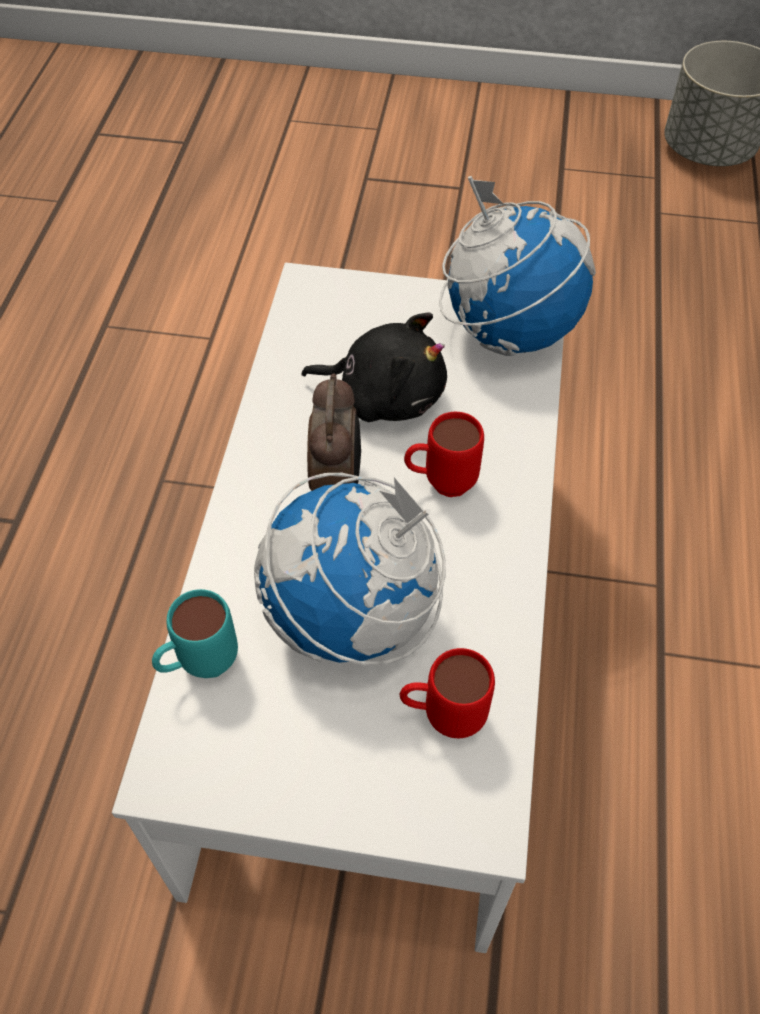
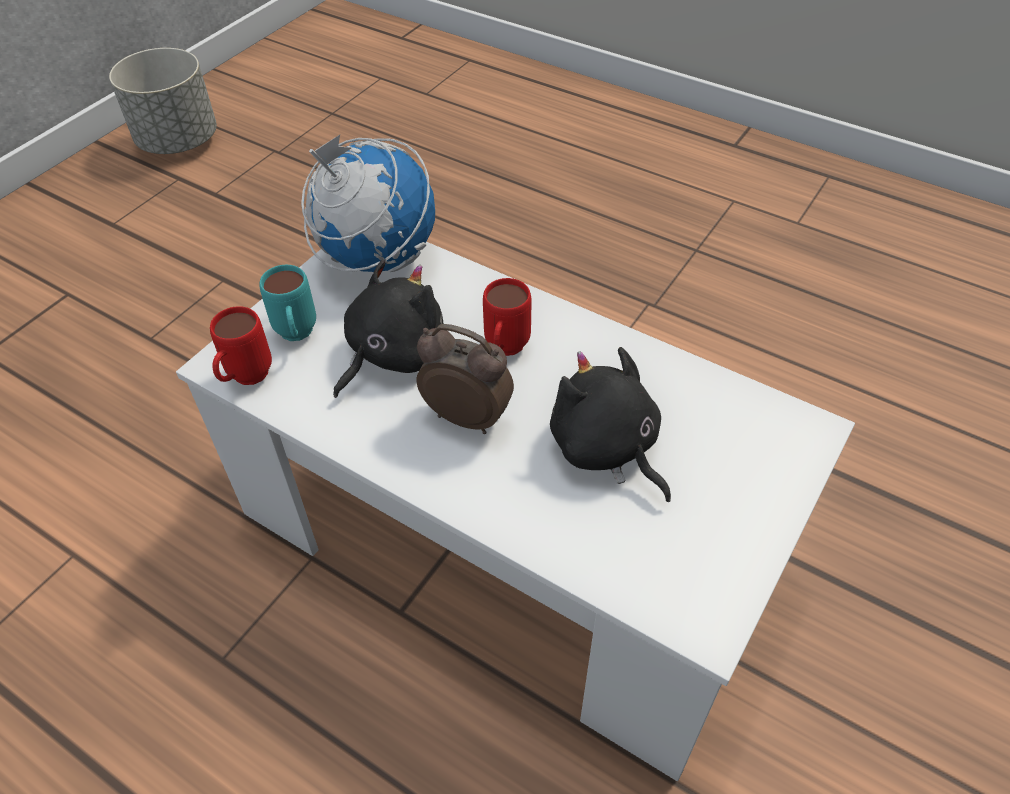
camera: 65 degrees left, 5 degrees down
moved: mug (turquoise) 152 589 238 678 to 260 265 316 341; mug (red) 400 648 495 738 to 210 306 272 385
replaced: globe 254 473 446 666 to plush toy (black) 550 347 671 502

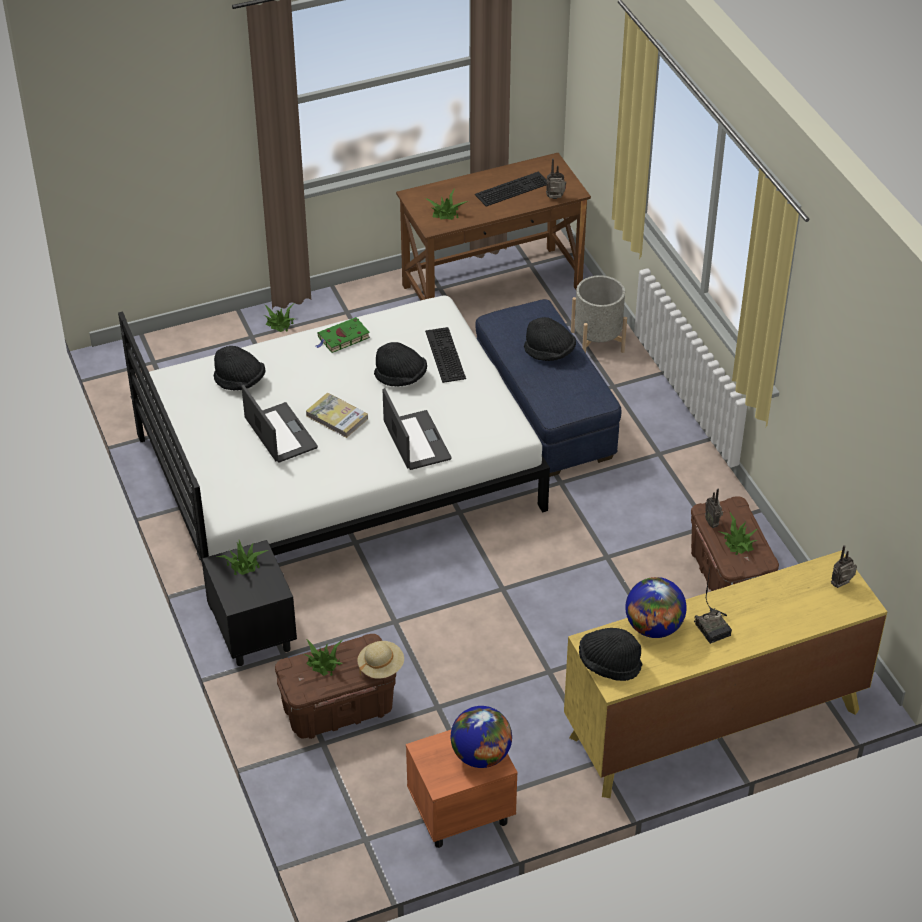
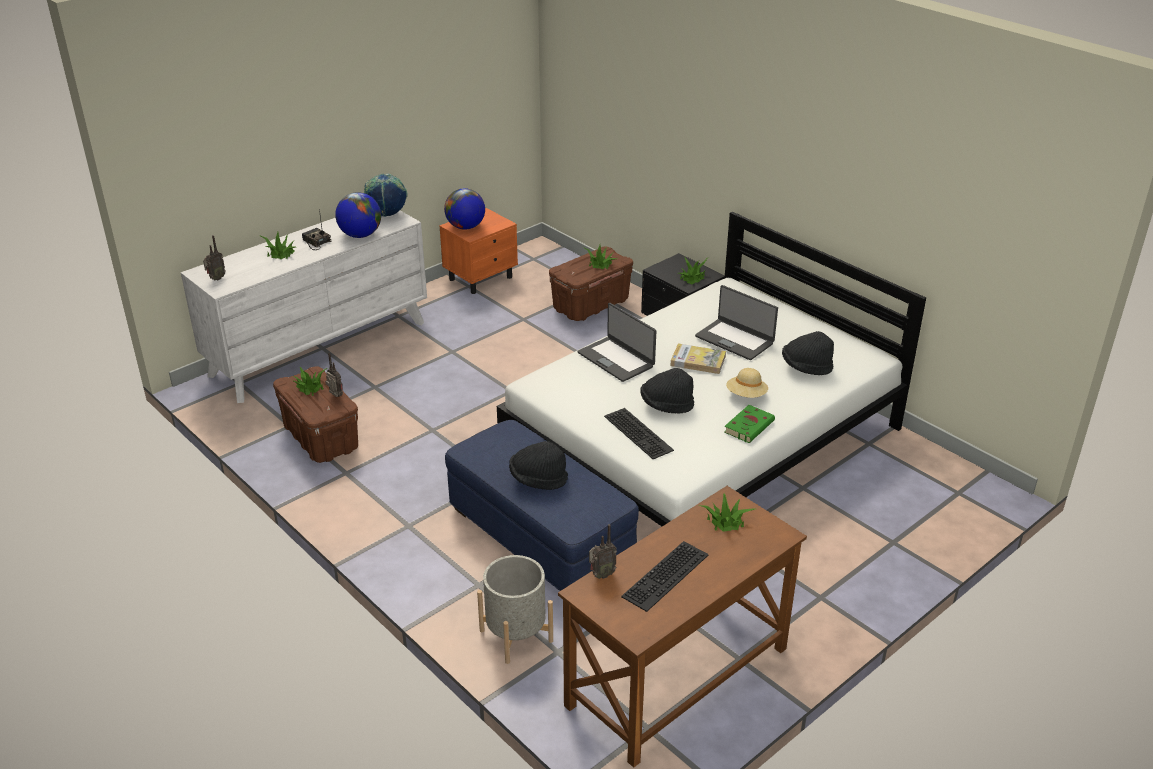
camera: 160 degrees right, 10 degrees down
moved: potted plant 263 303 295 332 to 259 232 296 259; hat (beige) 357 641 404 679 to 726 368 768 398
replaced: hat (black) 579 628 642 681 to globe 364 174 408 217
recoloured: dresser (yellow) 564 550 887 798 to dresser (white) 181 210 427 403

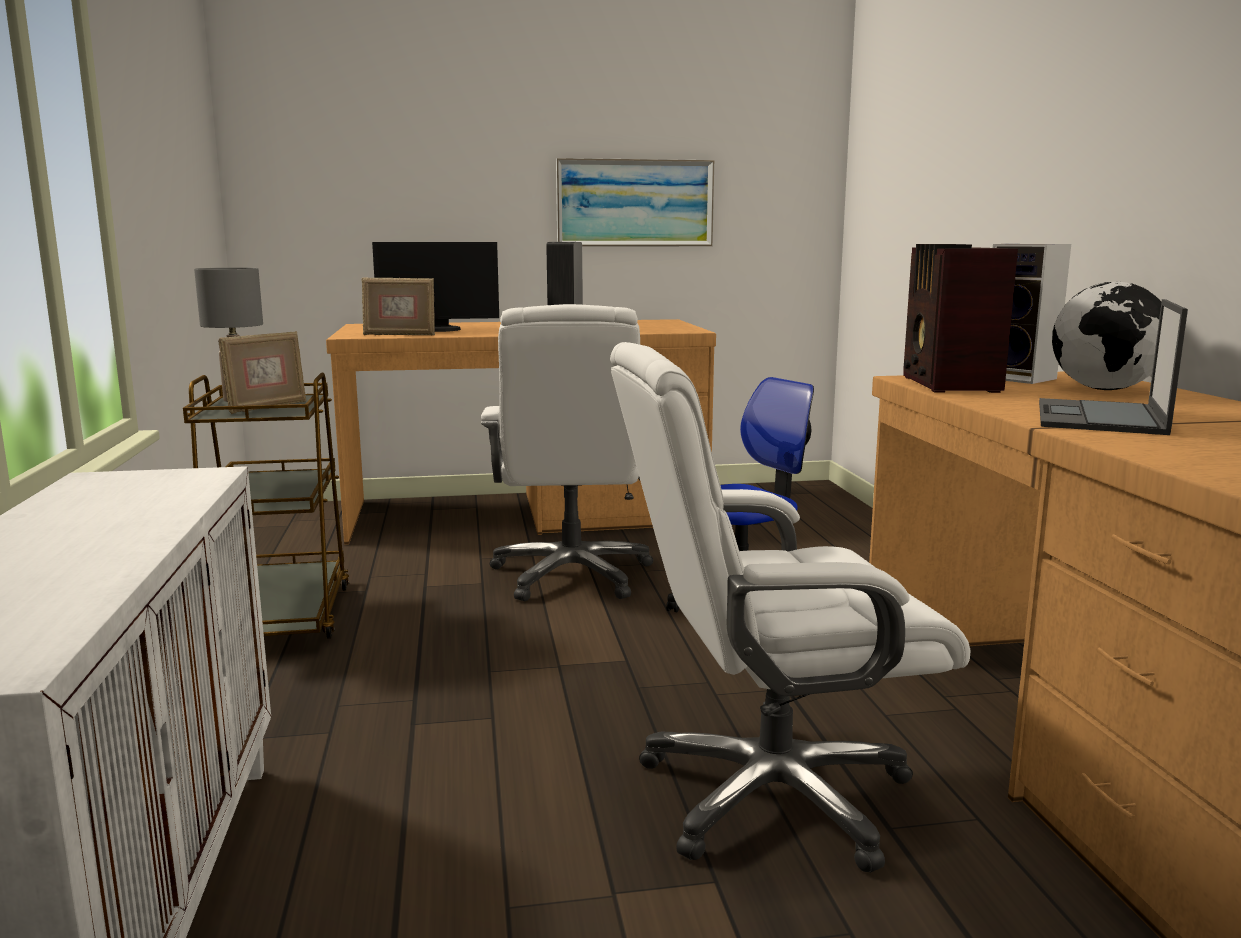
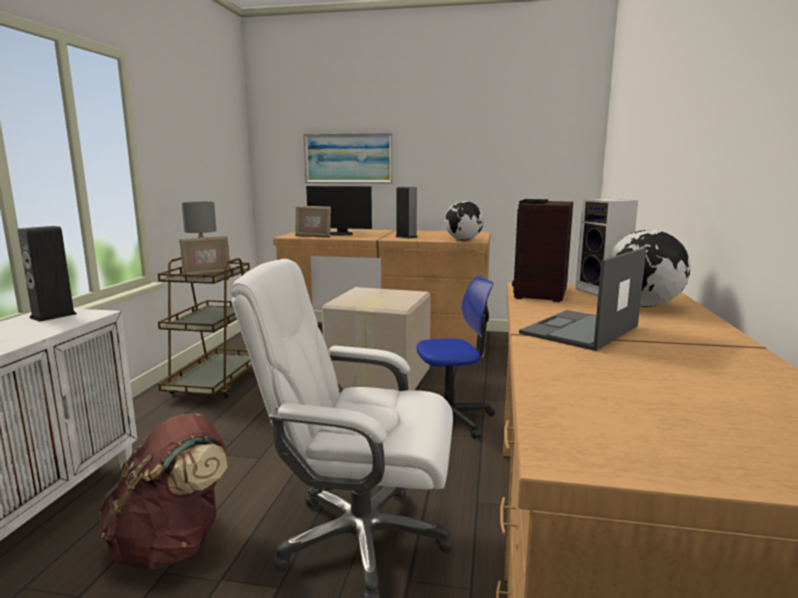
camera: 20 degrees right, 0 degrees up
added: speaker 18 226 77 322; backpack (brown) 99 413 227 569; globe 445 201 483 240
moved: picture 556 158 715 247 to 304 133 393 183
replaced: office chair (white) 481 304 653 601 to cardboard box 322 287 431 391

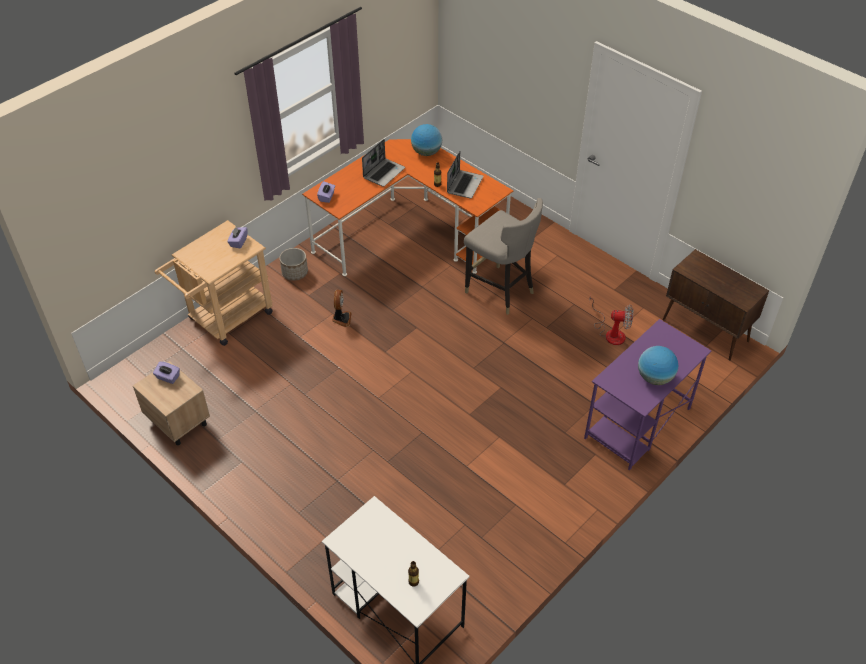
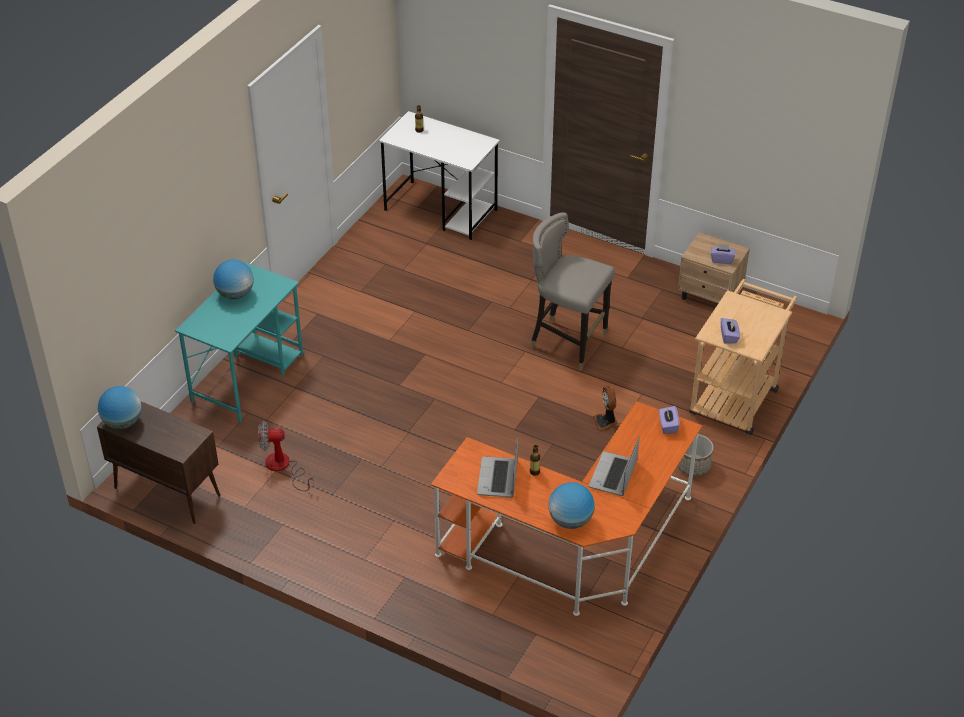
camera: 165 degrees right, 5 degrees down
added: globe 98 386 142 429
moved: stool (grey) 464 198 543 315 to 530 212 615 370
recoloured: desk (purple) 584 319 711 471 to desk (turquoise) 175 262 303 422

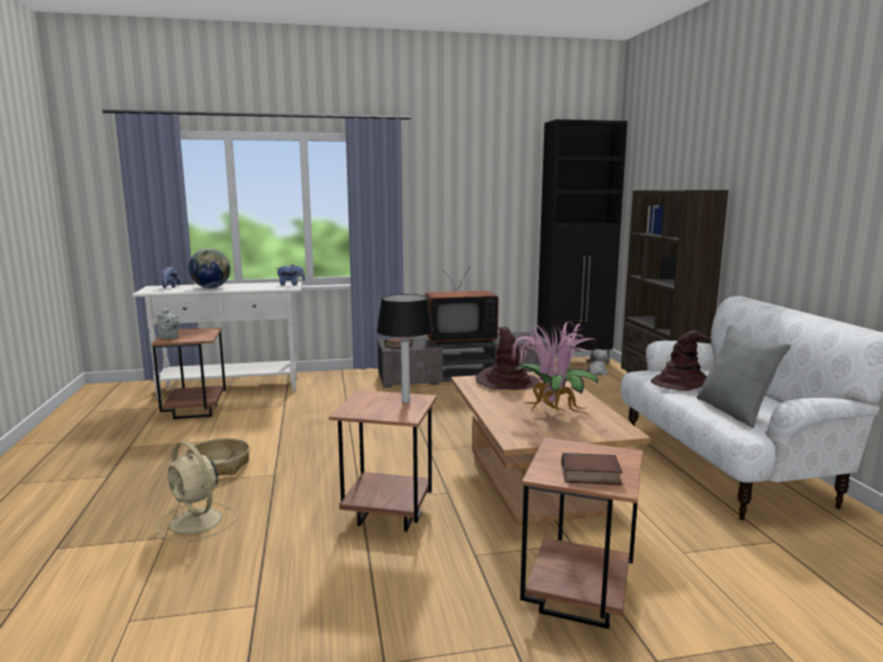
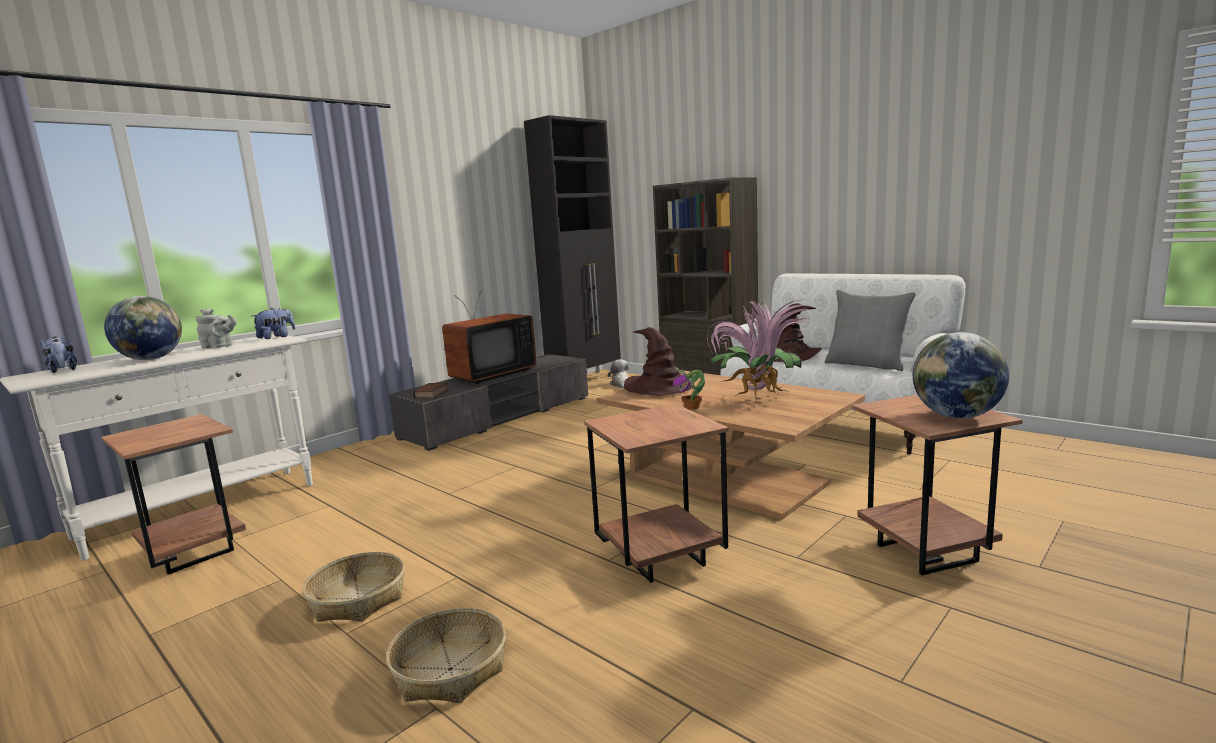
camera: 35 degrees left, 0 degrees up
removed: table lamp 376 294 433 403
added: potted plant 673 367 705 410
moved: teapot (grey) 157 308 180 339 to 195 308 237 348
replaced: fan (beige) 157 442 237 542 to basket 386 608 506 703; book 561 453 623 485 to globe 913 332 1009 419

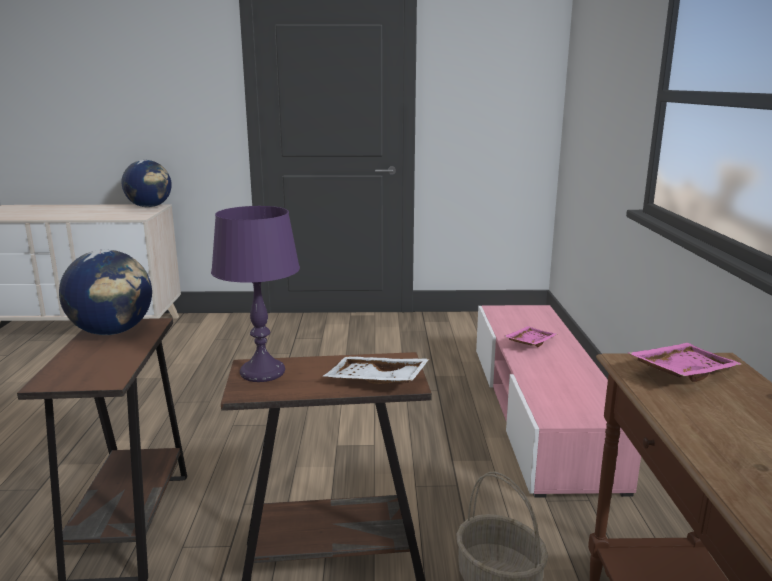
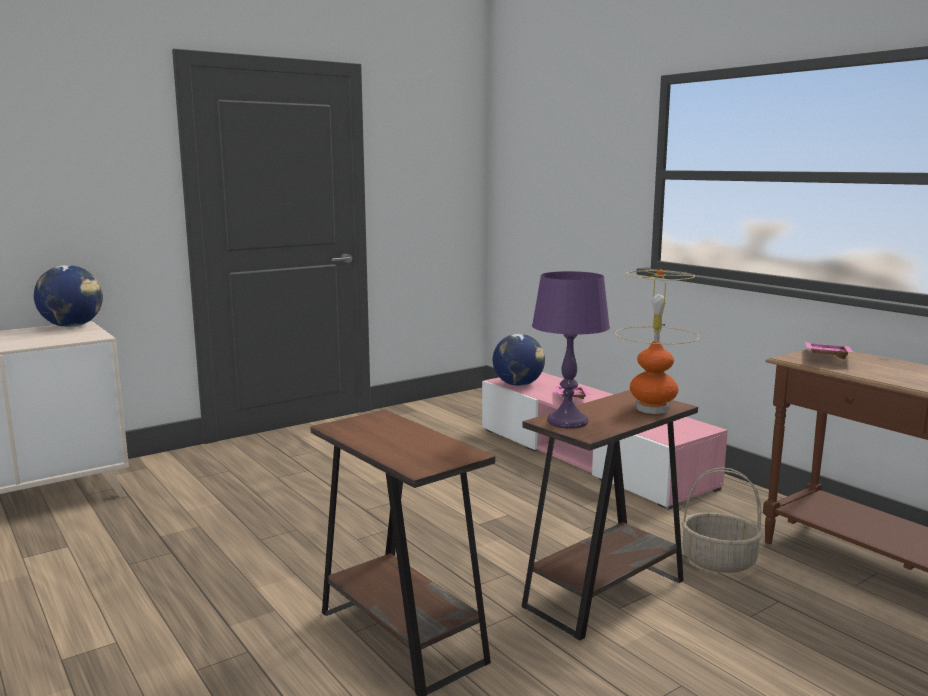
camera: 35 degrees left, 5 degrees down
moved: globe 59 250 152 335 to 493 334 545 386
replaced: tray (white) 323 356 429 384 to table lamp 615 269 699 414

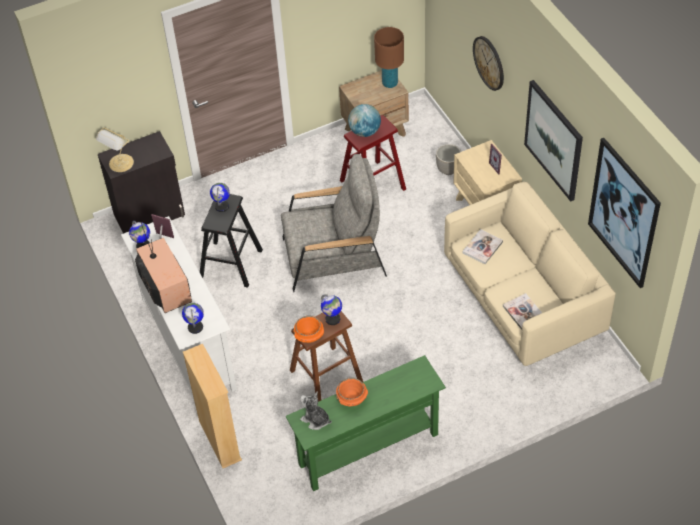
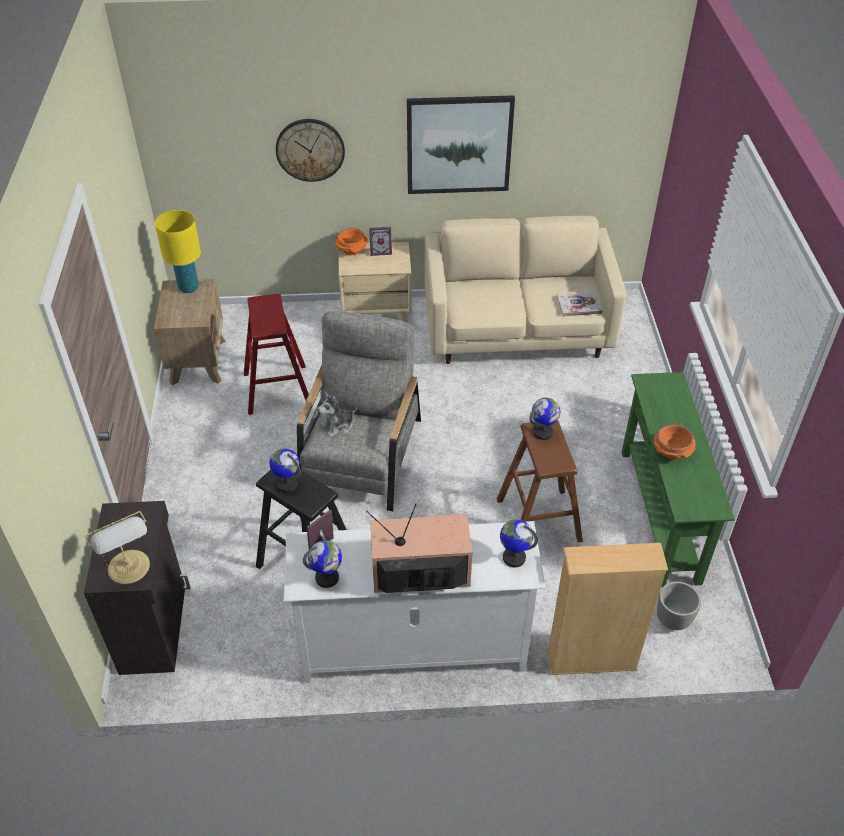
camera: 70 degrees left, 5 degrees down
removed: globe 348 104 381 137; book 463 229 503 264; picture 588 138 661 288
moved: bowl (orange) 293 316 324 343 to 335 228 368 255; plush toy 300 391 332 430 to 317 392 357 437; planter 436 144 461 175 to 657 581 701 630
recoloured: table lamp (brown) 374 27 404 88 to table lamp (yellow) 155 210 201 293

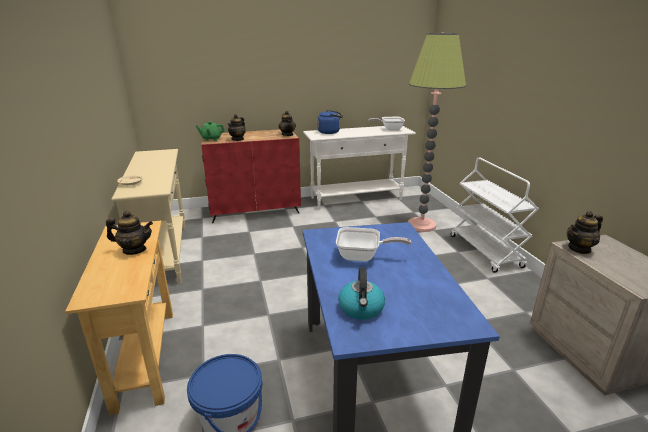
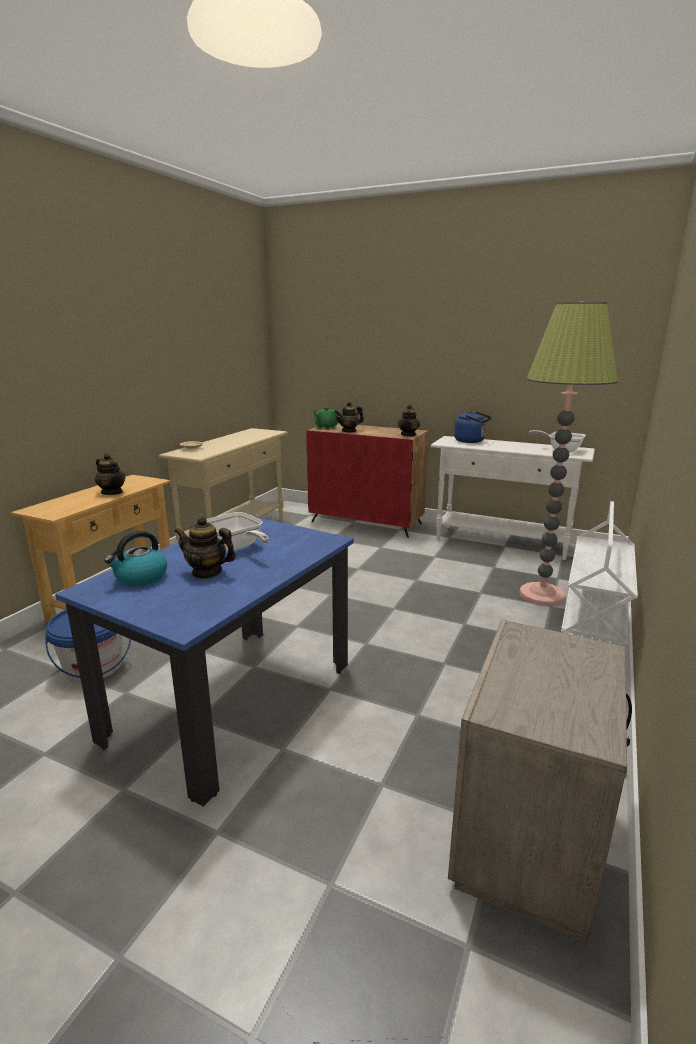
camera: 40 degrees right, 5 degrees down
moved: teapot 567 211 603 254 to 174 516 236 579

